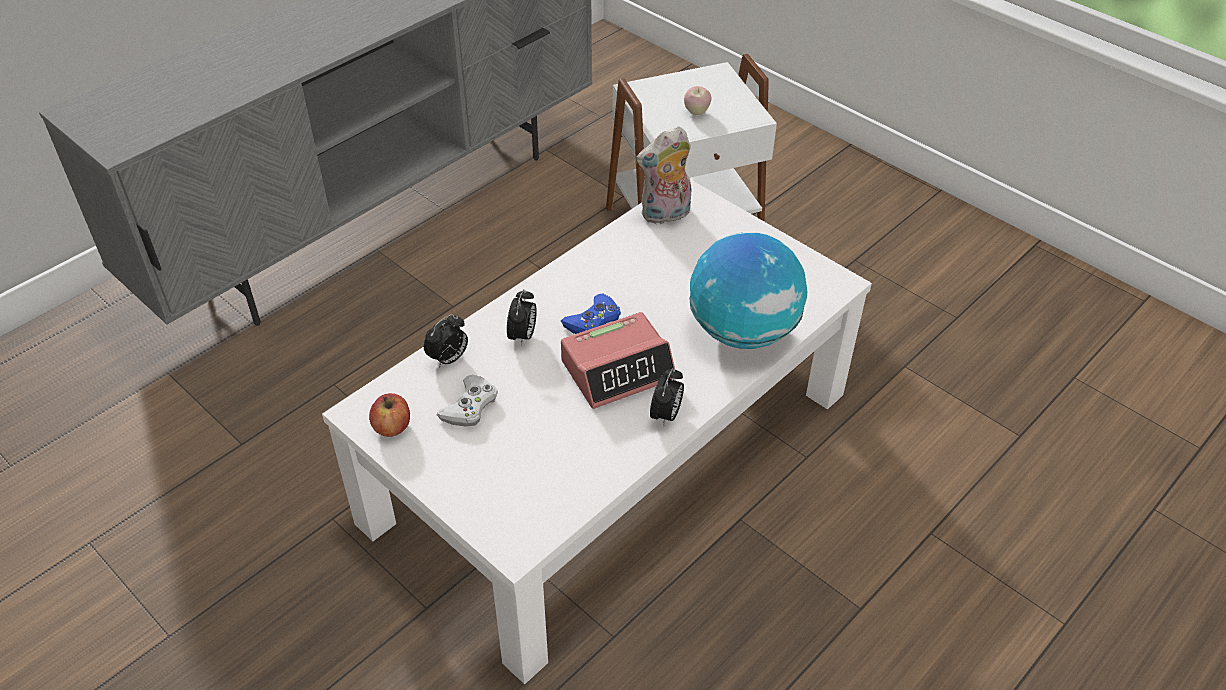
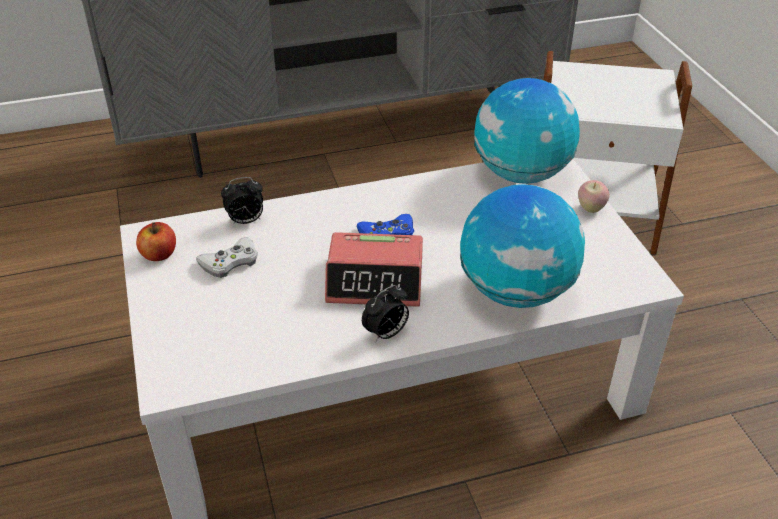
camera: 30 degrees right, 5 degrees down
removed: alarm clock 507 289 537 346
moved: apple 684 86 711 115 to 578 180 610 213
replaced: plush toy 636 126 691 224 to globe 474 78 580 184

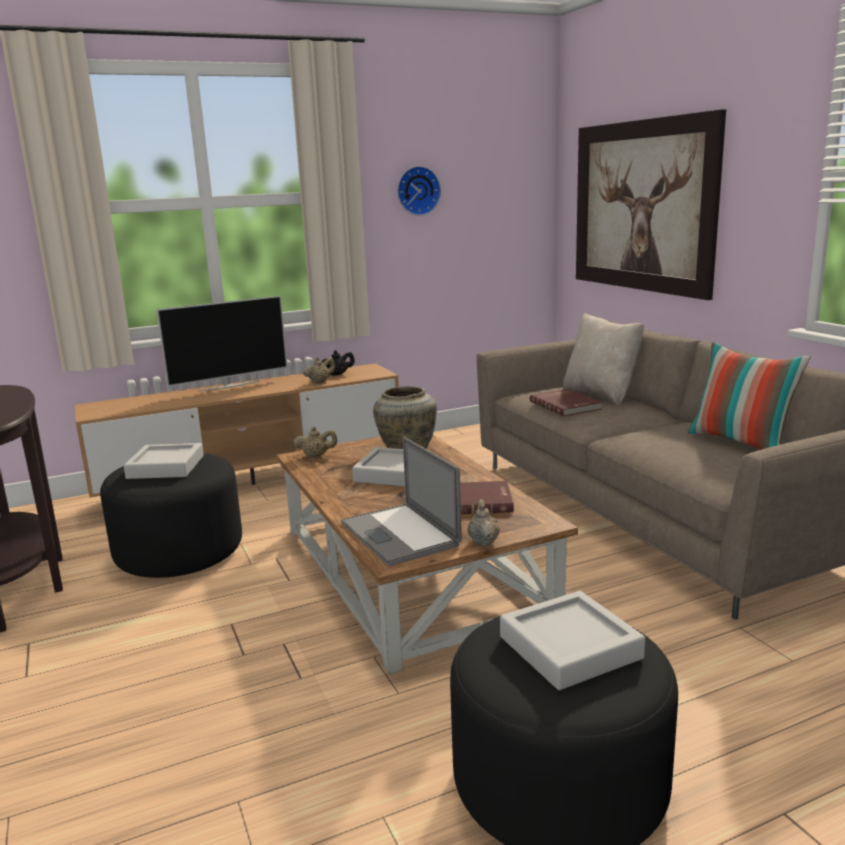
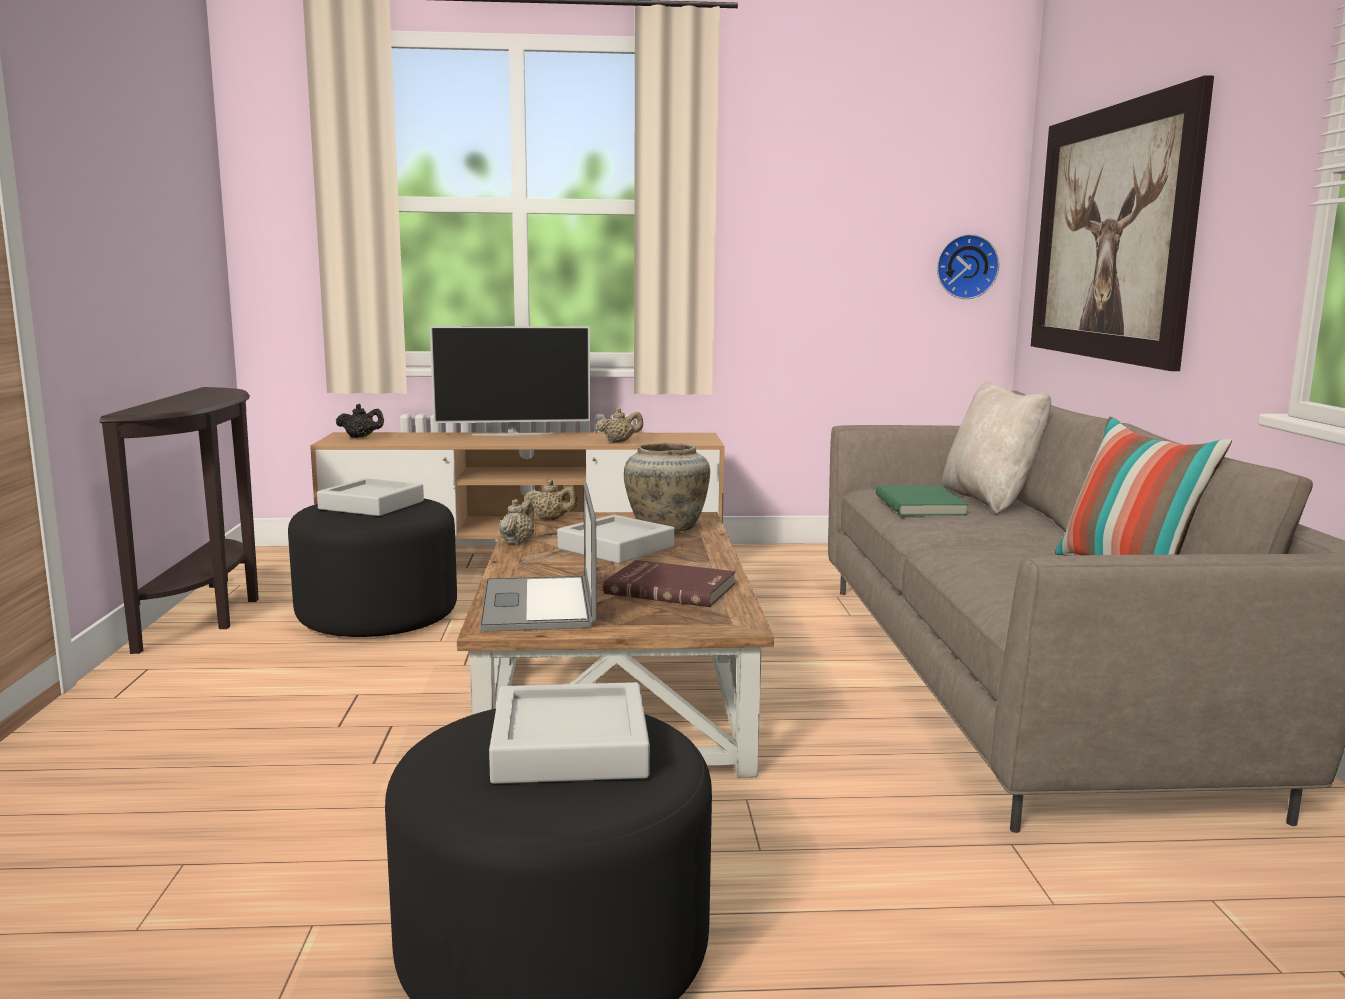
camera: 20 degrees right, 5 degrees down
moved: teapot (black) 322 350 355 376 to 336 404 384 438; wall clock 397 166 441 216 to 937 234 999 299; teapot (beige) 467 499 500 546 to 499 499 535 545
recoloured: book (red) 530 389 602 416 to book (green) 876 486 968 515

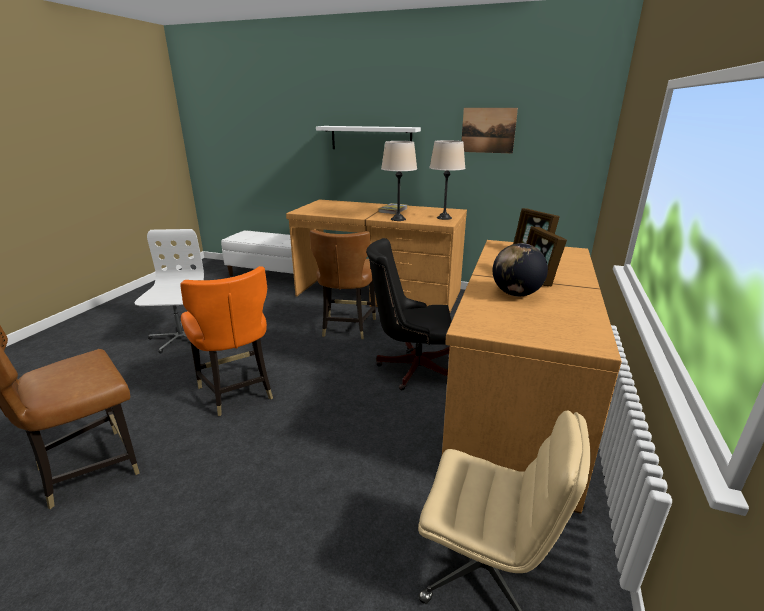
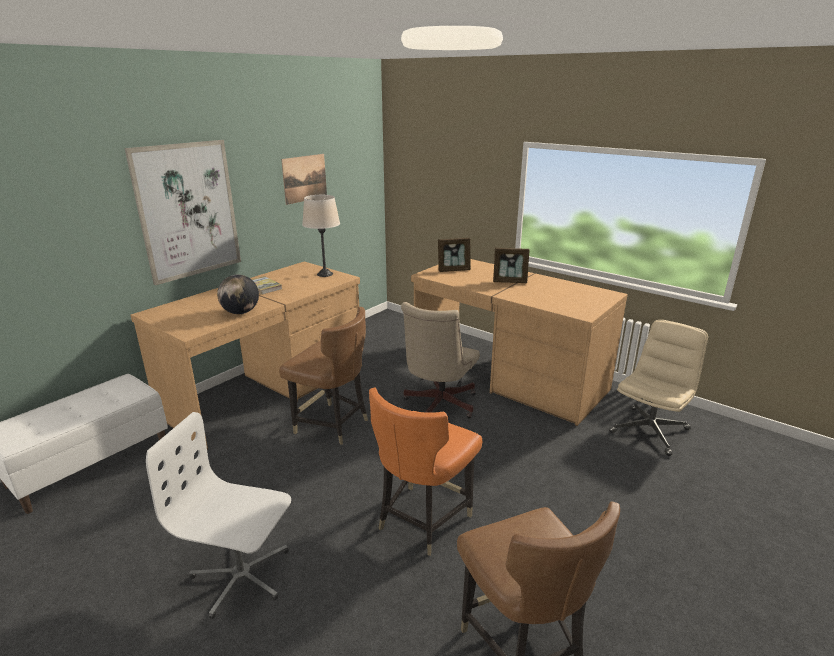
camera: 70 degrees left, 0 degrees up
removed: table lamp (beige) 381 141 417 221
moved: globe 493 243 548 296 to 217 275 259 314
replaced: shelf (white) 316 126 421 149 to picture 124 140 241 285
recoloured: office chair (black) 366 238 452 390 to office chair (beige) 401 302 480 418
turned: chair (orange) 180 266 273 416 = 369 388 482 556 135 degrees clockwise

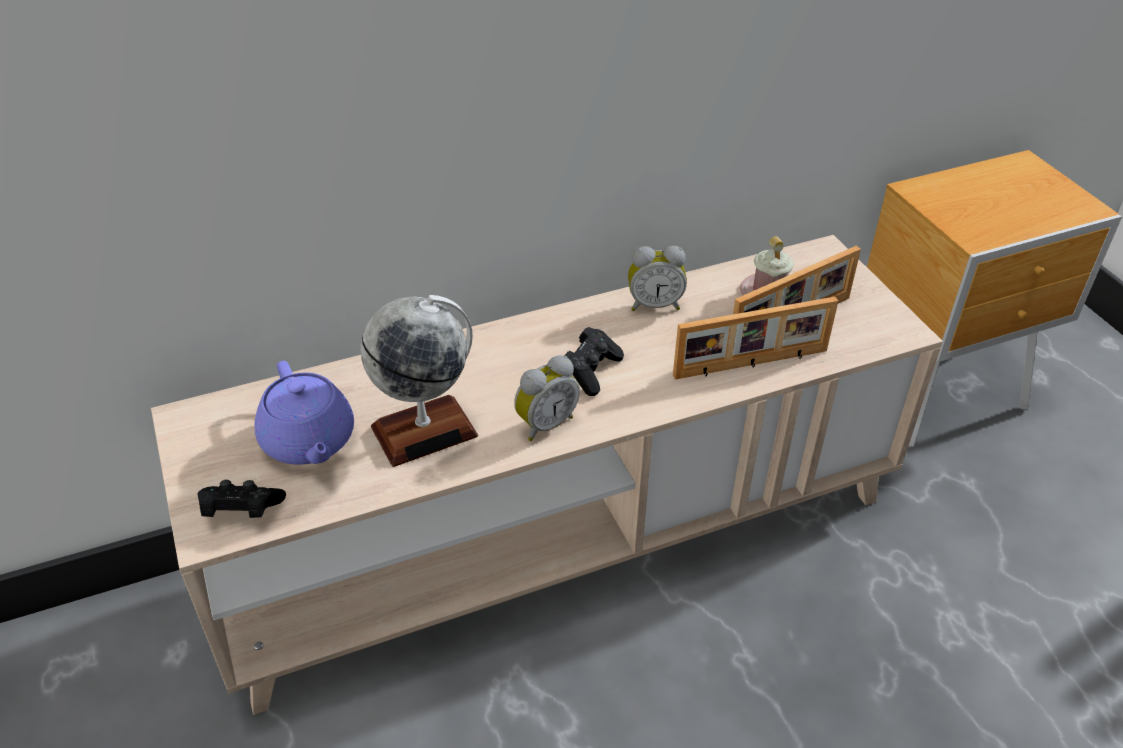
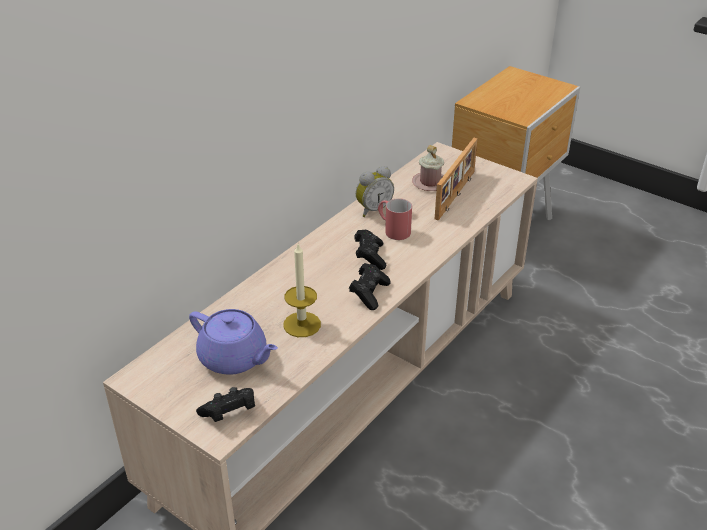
camera: 30 degrees left, 5 degrees down
removed: picture frame 673 297 838 380
added: mug (red) 378 198 412 240
replaced: globe 361 295 478 467 to candle 283 244 321 337; alarm clock 514 355 580 441 to game controller (black) 349 263 391 310

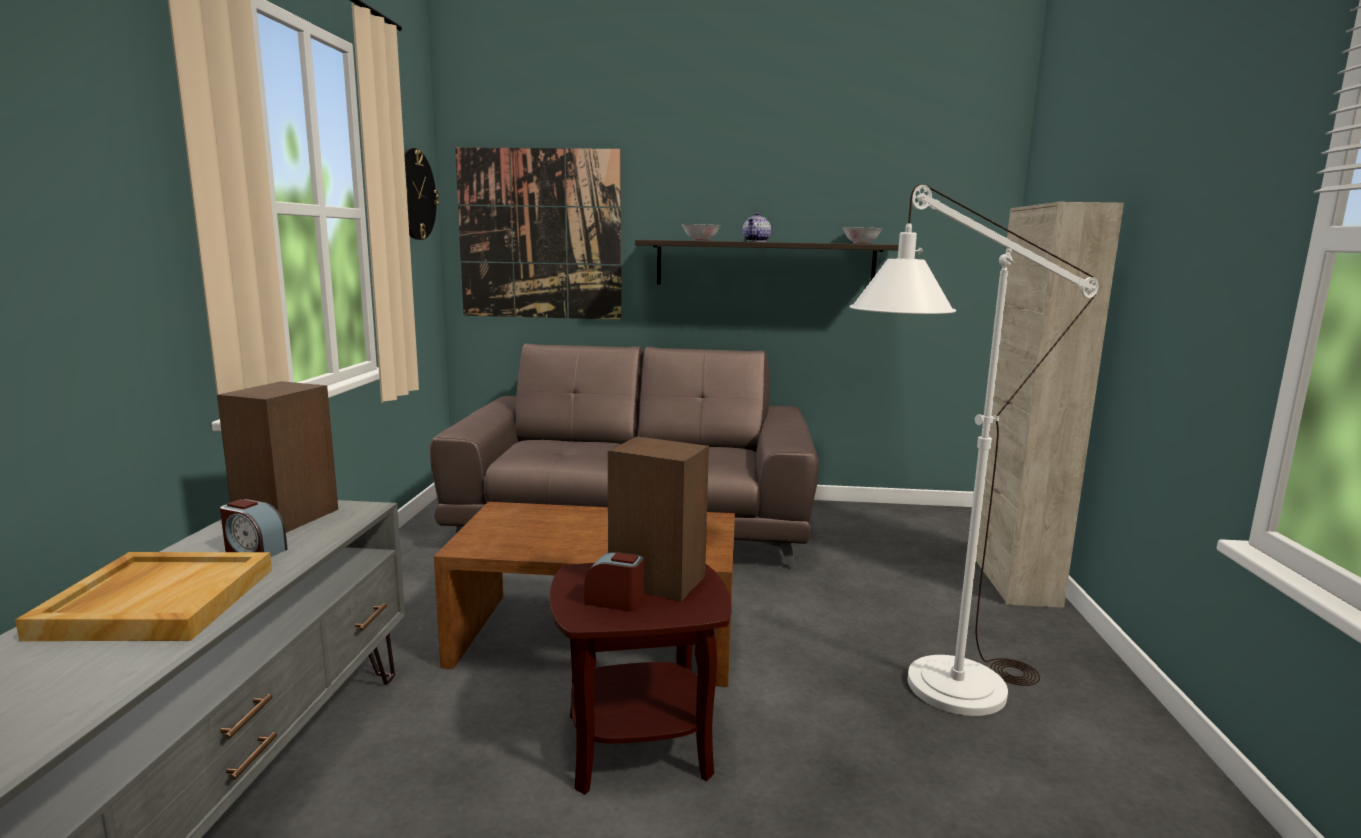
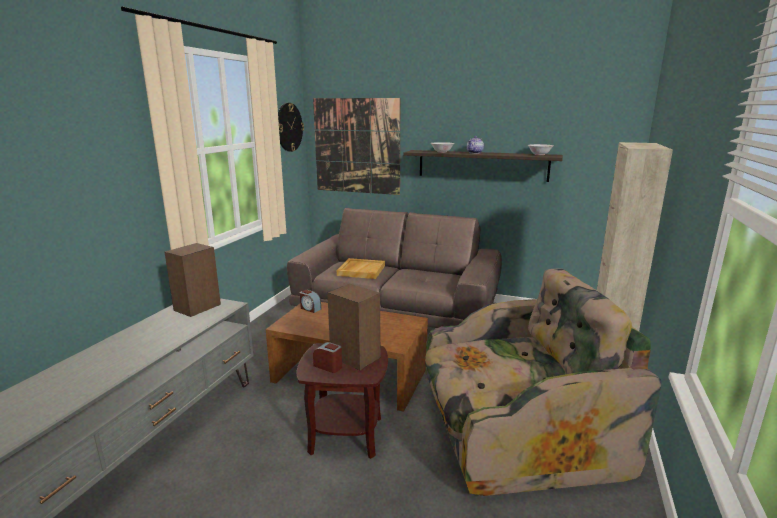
camera: 15 degrees right, 5 degrees up
moved: tray (beige) 15 552 272 641 to 337 258 385 279; alarm clock 220 499 288 557 to 300 290 321 313
replaced: floor lamp (white) 849 184 1099 716 to armchair 425 268 662 496

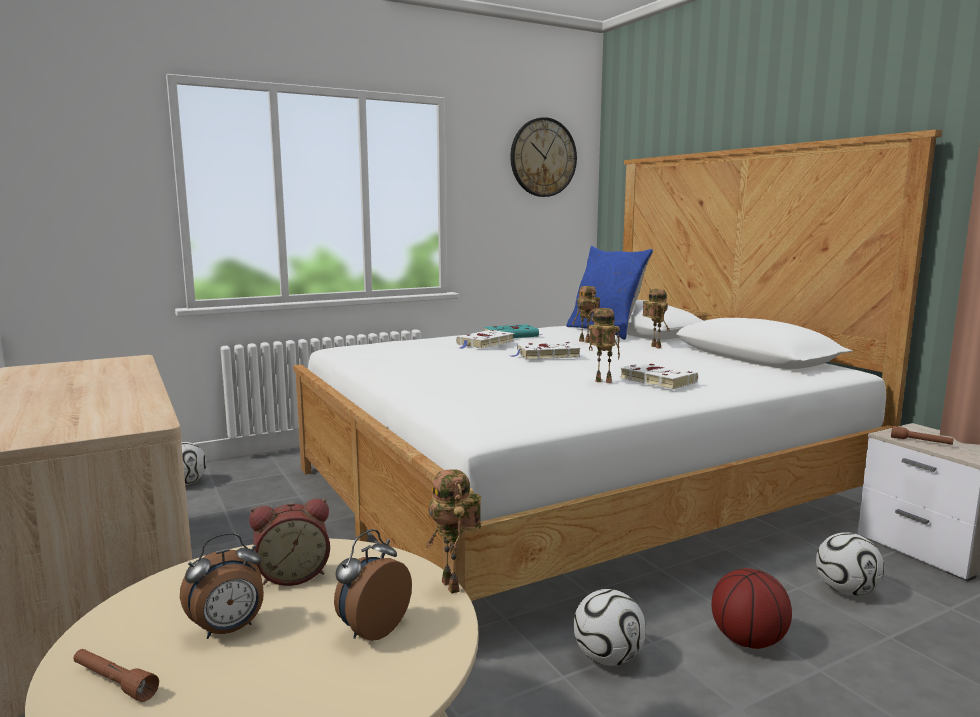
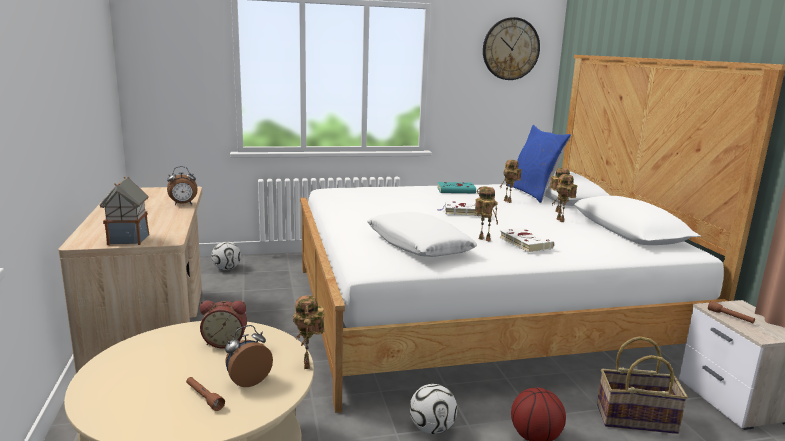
camera: 15 degrees right, 5 degrees up
removed: book (white) 456 330 515 349
added: toy house 99 176 149 245; pillow (white) 367 212 477 257; toy robot 552 174 577 222
moved: flashlight (brown) 74 649 159 702 to 186 377 225 411; alarm clock 180 533 264 639 to 167 166 198 205
replaced: football 816 532 884 596 to basket 597 336 688 434

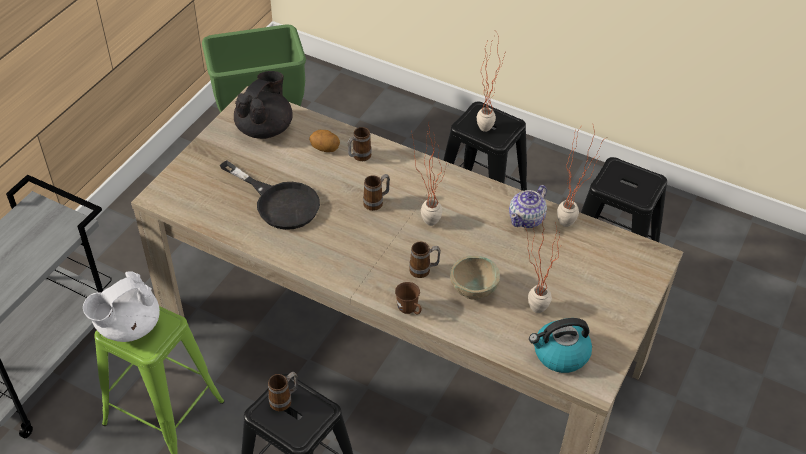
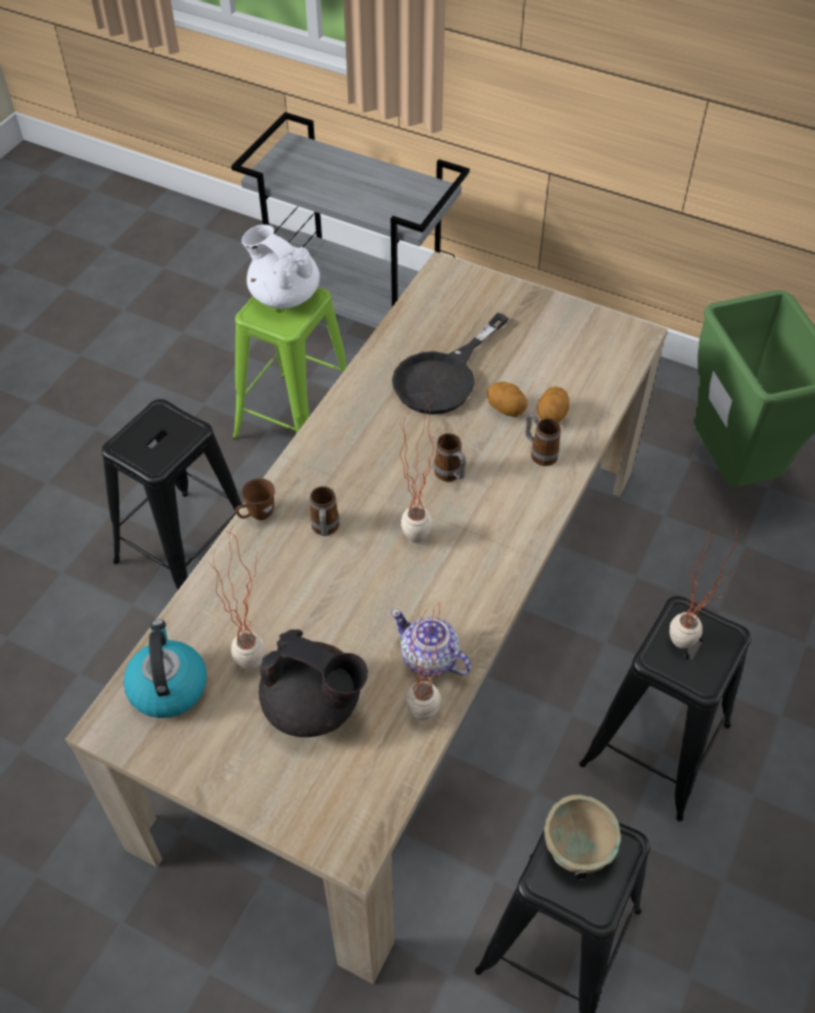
camera: 90 degrees right, 5 degrees up
removed: mug 268 372 298 411
added: potato 487 382 527 417
moved: teapot (black) 234 71 293 139 to 259 629 368 737; bowl (beige) 450 256 500 300 to 544 795 621 873

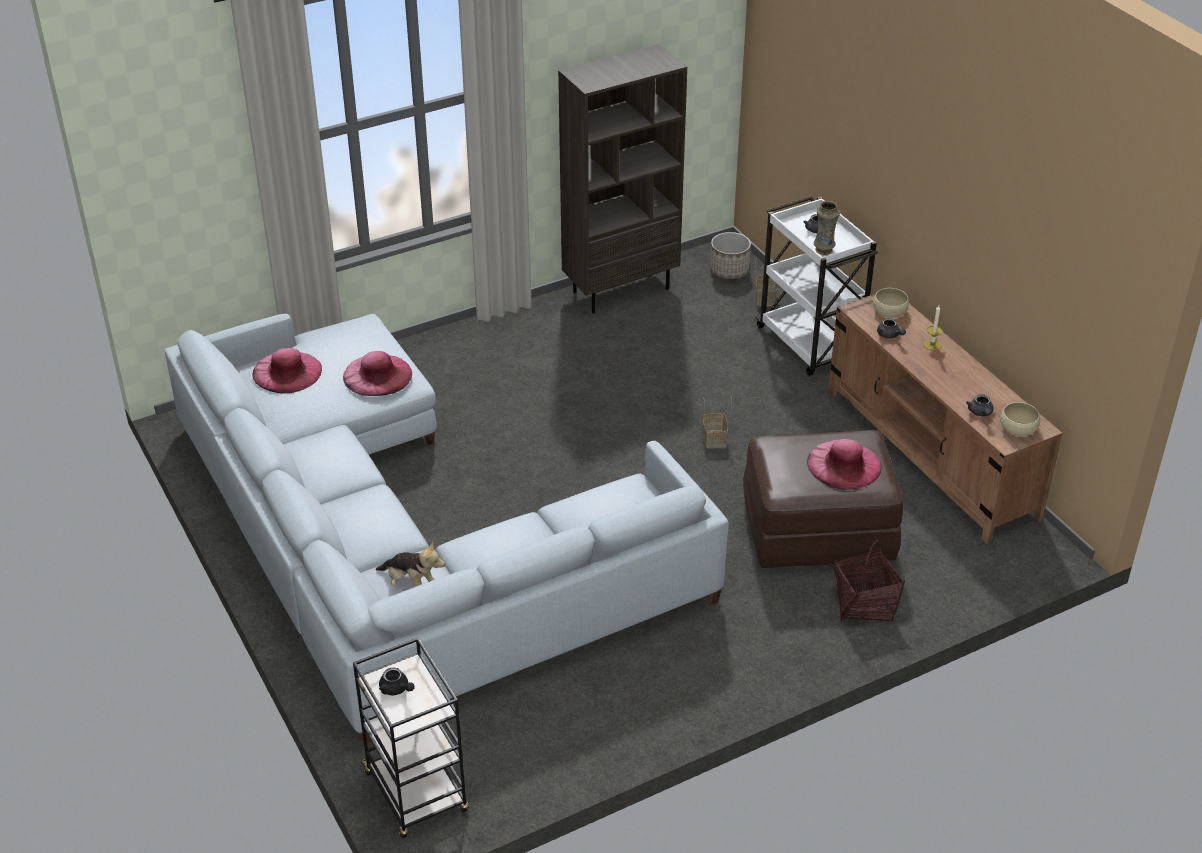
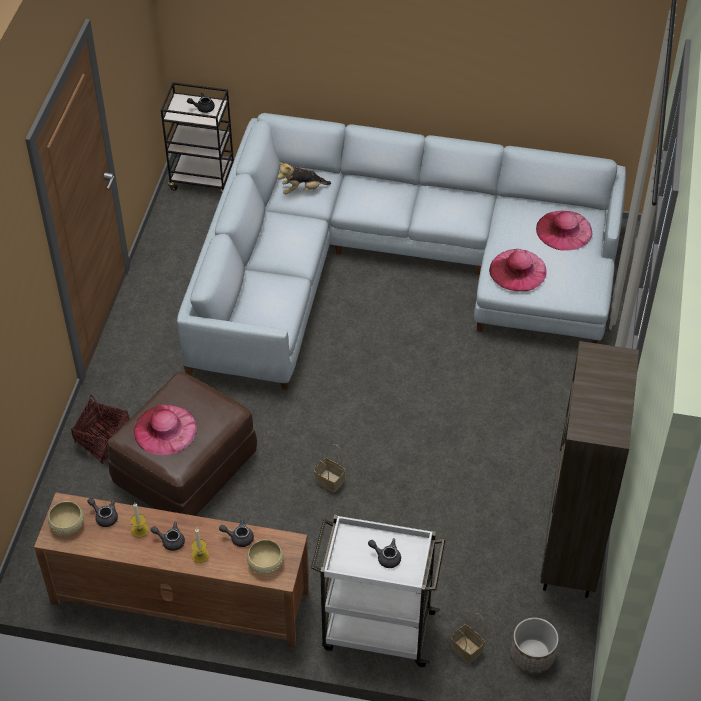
camera: 130 degrees right, 10 degrees up
removed: vase 814 201 840 255
added: candle 131 503 149 537; teapot (grey) 151 522 185 551

